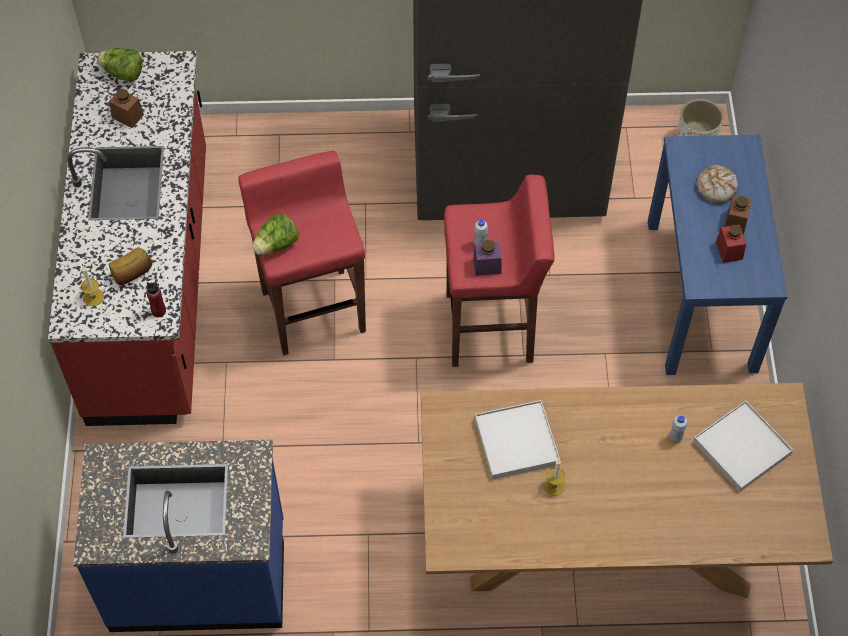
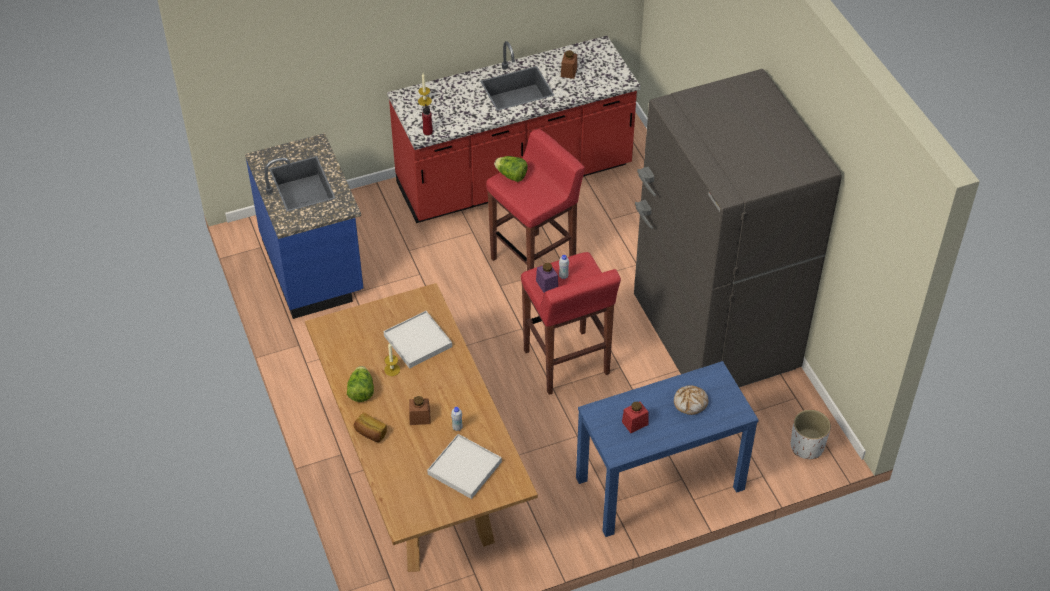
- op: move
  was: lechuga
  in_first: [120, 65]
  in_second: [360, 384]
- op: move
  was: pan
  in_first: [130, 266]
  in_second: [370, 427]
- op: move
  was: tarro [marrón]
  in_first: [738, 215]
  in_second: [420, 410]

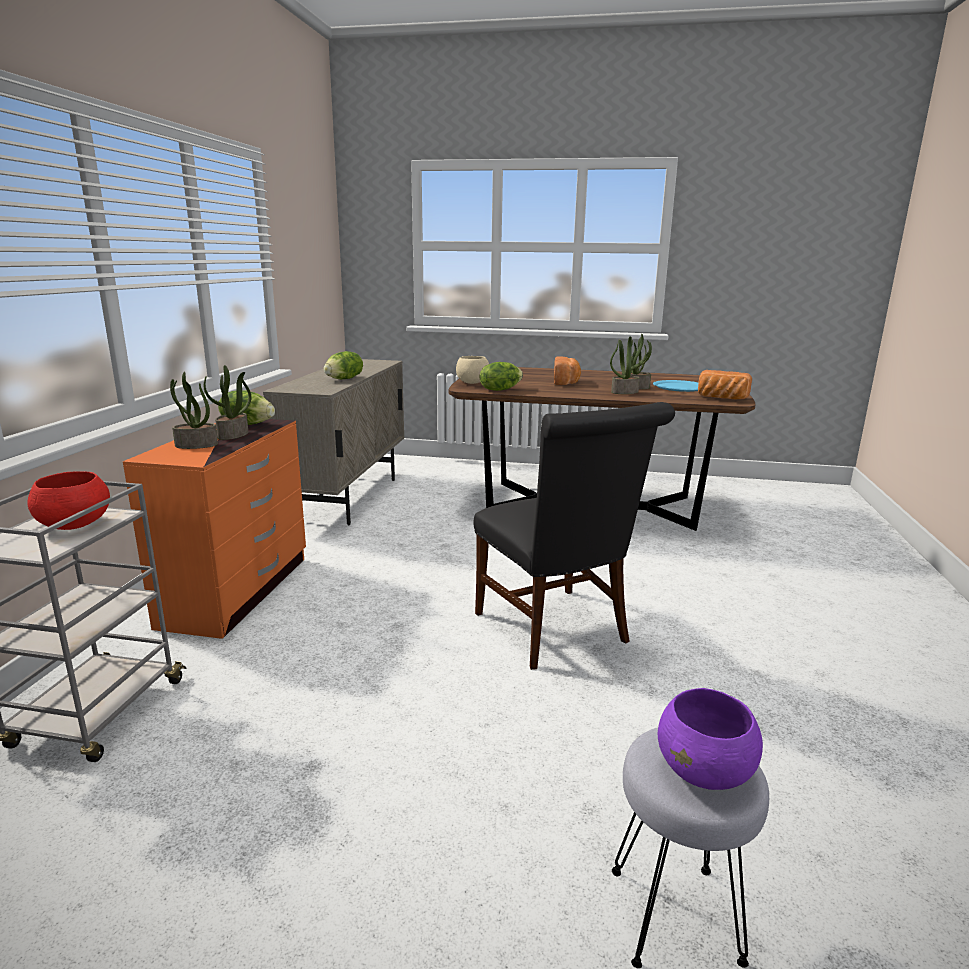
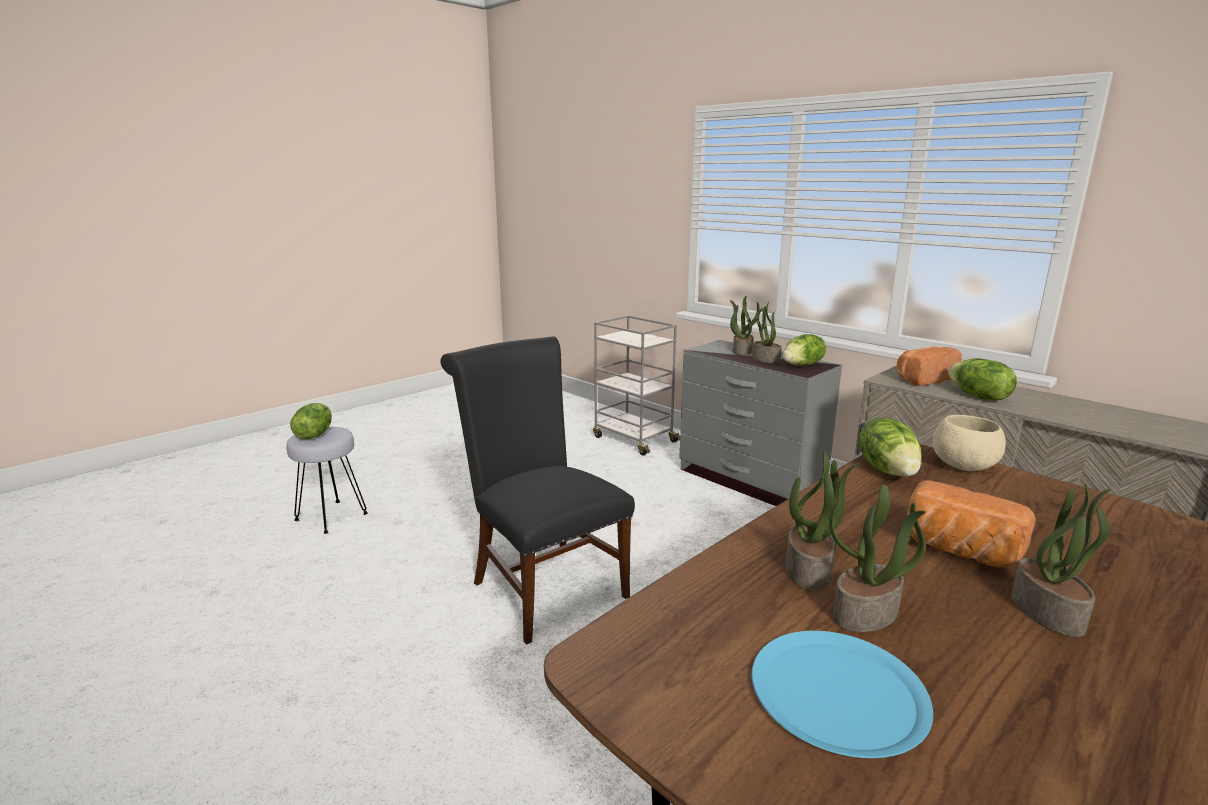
- op: replace
  was: cuenco [morado]
  now: lechuga
  in_first: [710, 739]
  in_second: [311, 421]
- op: rotate
  was: silla [negro]
  in_first: [574, 536]
  in_second: [537, 490]
  clockwise: 45
- op: recolor
  was: cómoda [naranja]
  now: cómoda [gris]
  in_first: [214, 529]
  in_second: [760, 423]
- op: move
  was: pan
  in_first: [725, 385]
  in_second: [929, 366]
- op: insert
  now: planta en maceta
  in_second: [1061, 560]
- op: delete
  was: cuenco [rojo]
  in_first: [68, 500]

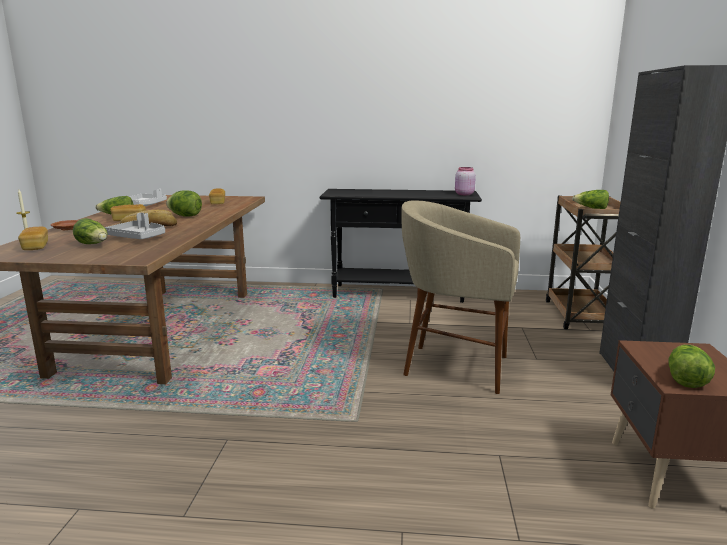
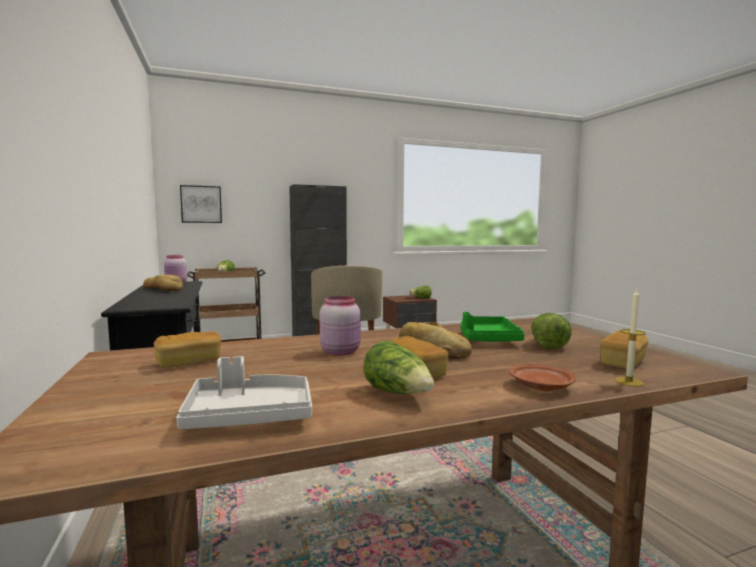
- op: insert
  now: pan
  in_second: [163, 282]
- op: insert
  now: cuadro
  in_second: [201, 204]
- op: replace
  was: lechuga
  now: tarro [rosa]
  in_first: [184, 203]
  in_second: [340, 326]
- op: recolor
  was: bandeja [gris]
  now: bandeja [verde]
  in_first: [135, 226]
  in_second: [493, 327]

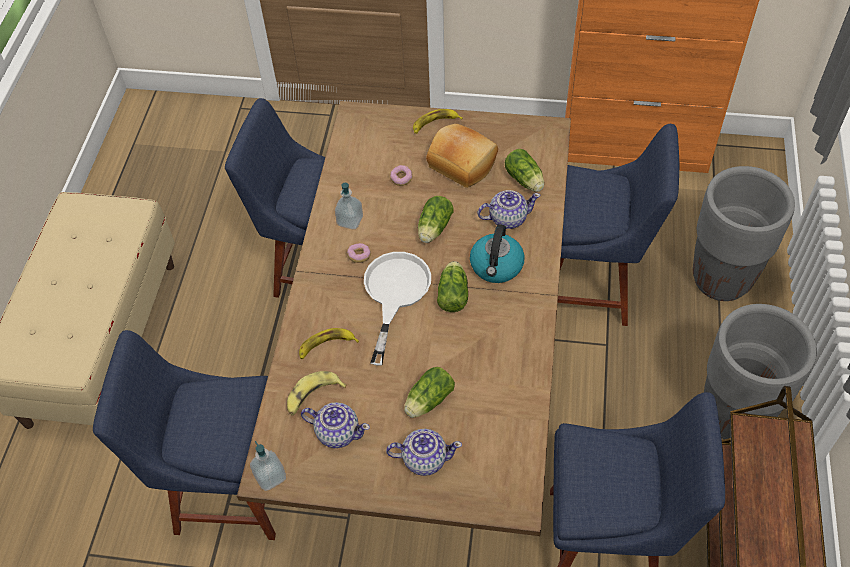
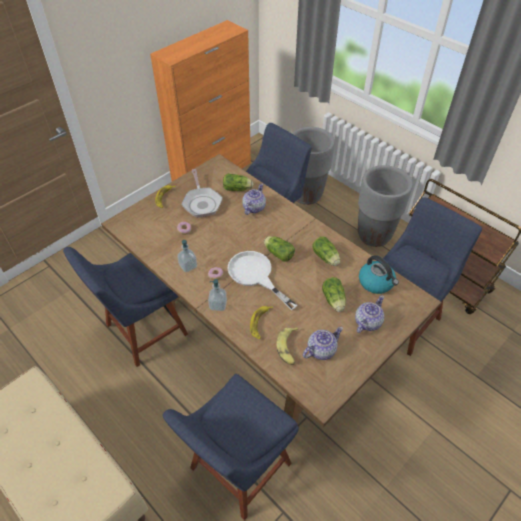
- op: replace
  was: pan
  now: sartén
  in_first: [462, 156]
  in_second: [202, 193]
- op: move
  was: dispensador de jabón
  in_first: [268, 466]
  in_second: [217, 295]
- op: move
  was: lechuga
  in_first: [436, 219]
  in_second: [326, 251]
- op: move
  was: hervidor
  in_first: [497, 253]
  in_second: [379, 274]

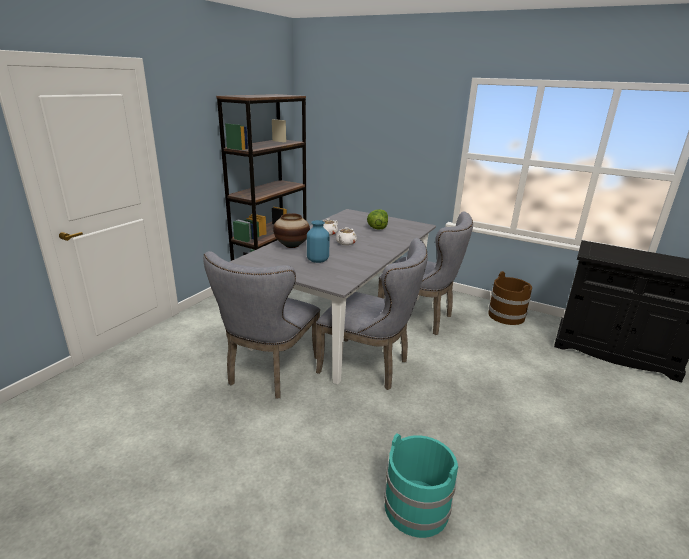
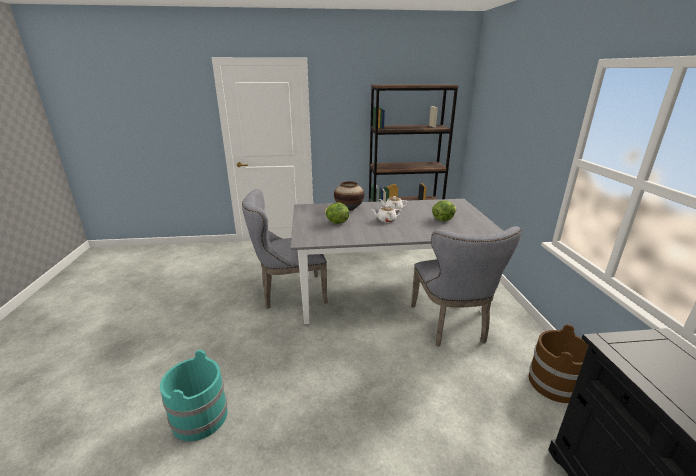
- op: replace
  was: florero [azul]
  now: lechuga
  in_first: [318, 241]
  in_second: [337, 213]
- op: delete
  was: silla [gris]
  in_first: [372, 314]

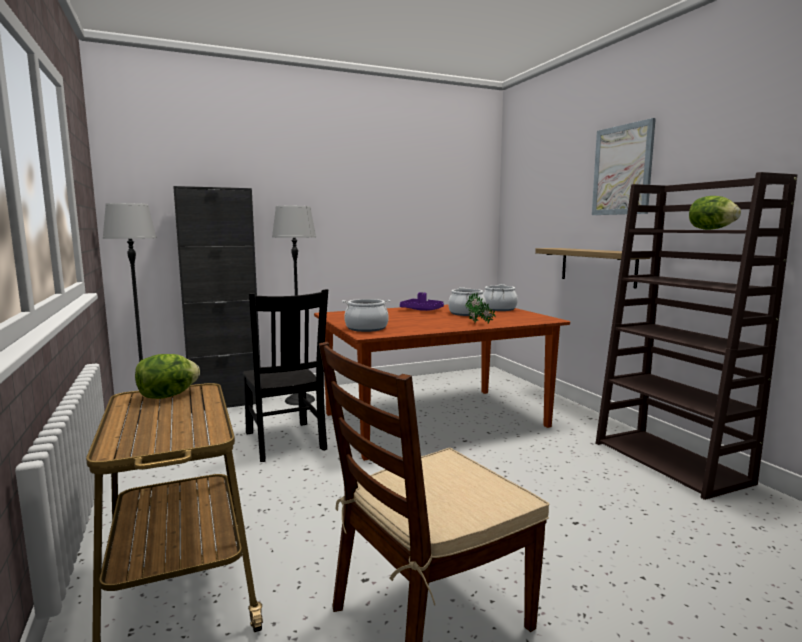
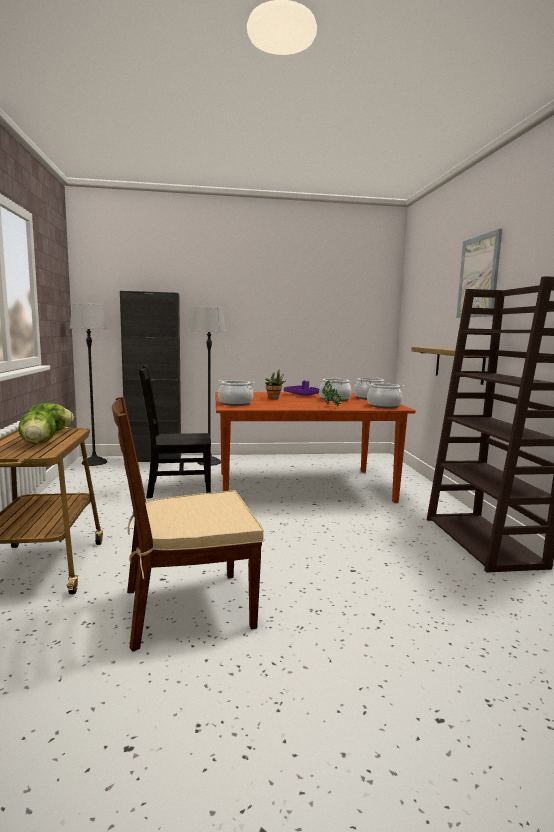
- op: move
  was: lechuga
  in_first: [715, 213]
  in_second: [37, 427]
- op: rotate
  was: silla [negro]
  in_first: [285, 375]
  in_second: [174, 432]
  clockwise: 90
- op: insert
  now: planta en maceta
  in_second: [275, 385]
- op: insert
  now: olla
  in_second: [385, 395]

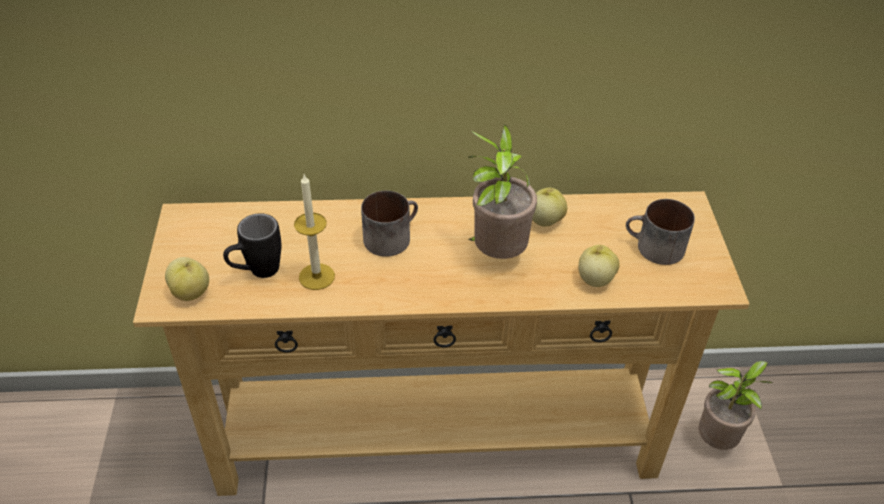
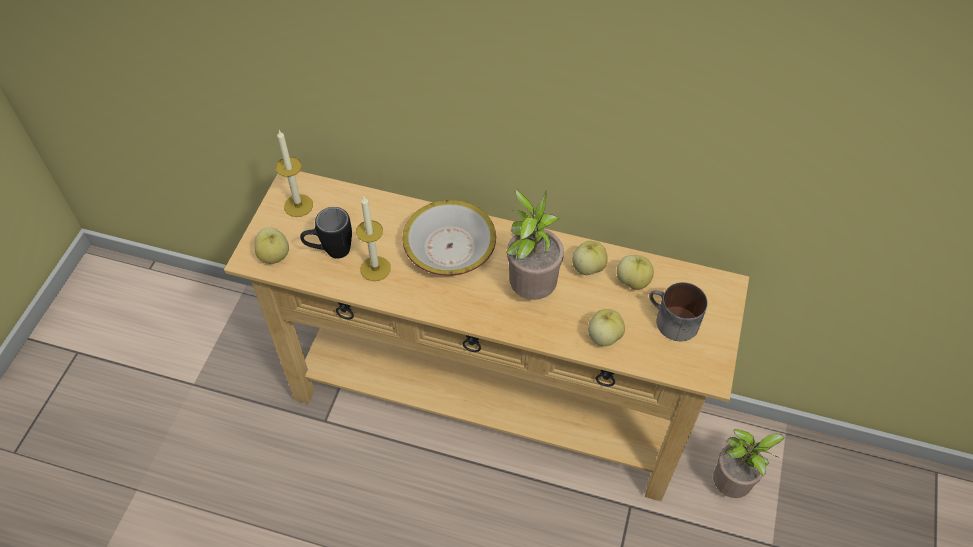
- op: insert
  now: vela
  in_second: [294, 173]
- op: replace
  was: taza grande
  now: cuenco
  in_first: [389, 224]
  in_second: [449, 238]
- op: insert
  now: manzana
  in_second: [635, 272]

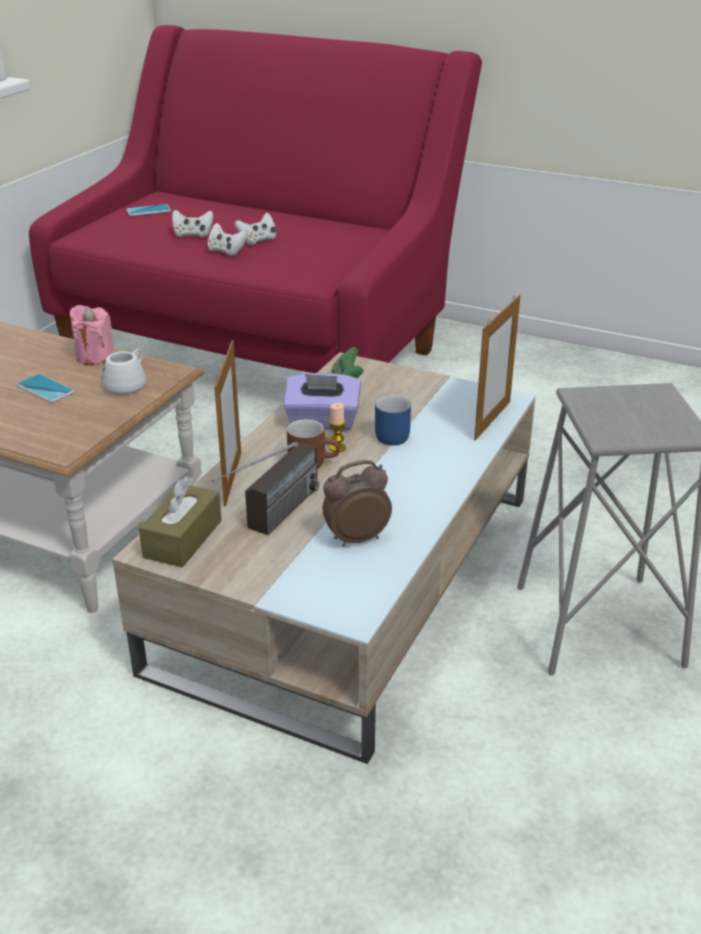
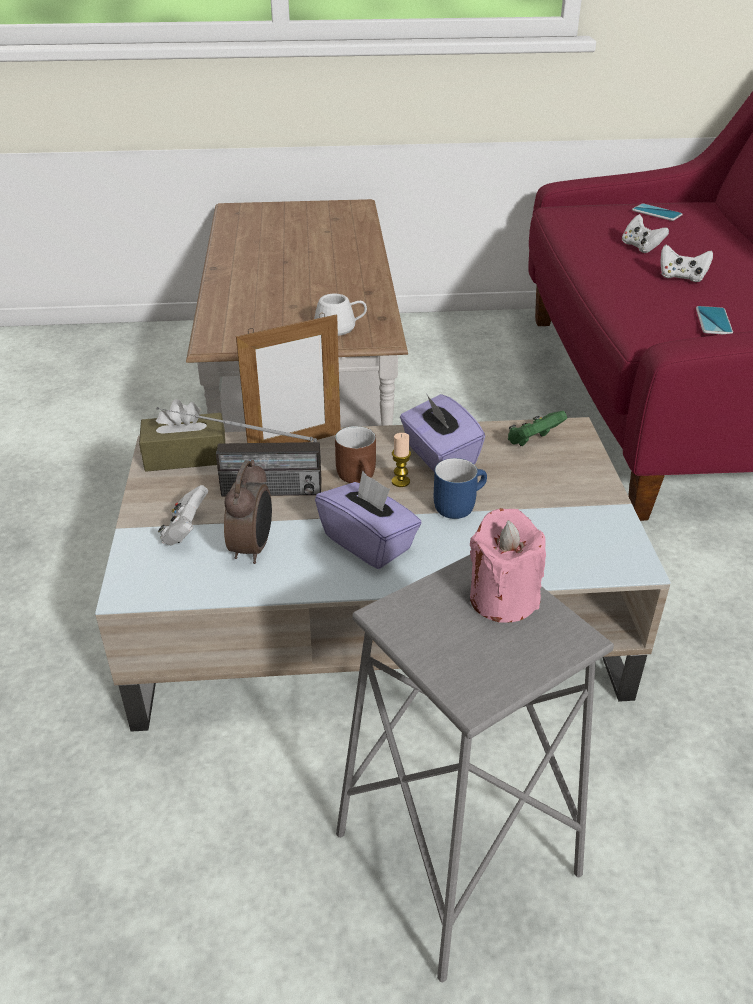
- op: move
  was: mando de consola [blanco]
  in_first: [228, 239]
  in_second: [183, 515]
- op: rotate
  was: despertador
  in_first: [357, 503]
  in_second: [248, 512]
  clockwise: 60
- op: insert
  now: caja de pañuelos [morado]
  in_second: [368, 520]
- op: move
  was: vela [rosa]
  in_first: [91, 335]
  in_second: [508, 565]
- op: move
  was: móvil
  in_first: [45, 388]
  in_second: [714, 320]
- op: delete
  was: portarretratos
  in_first: [497, 368]

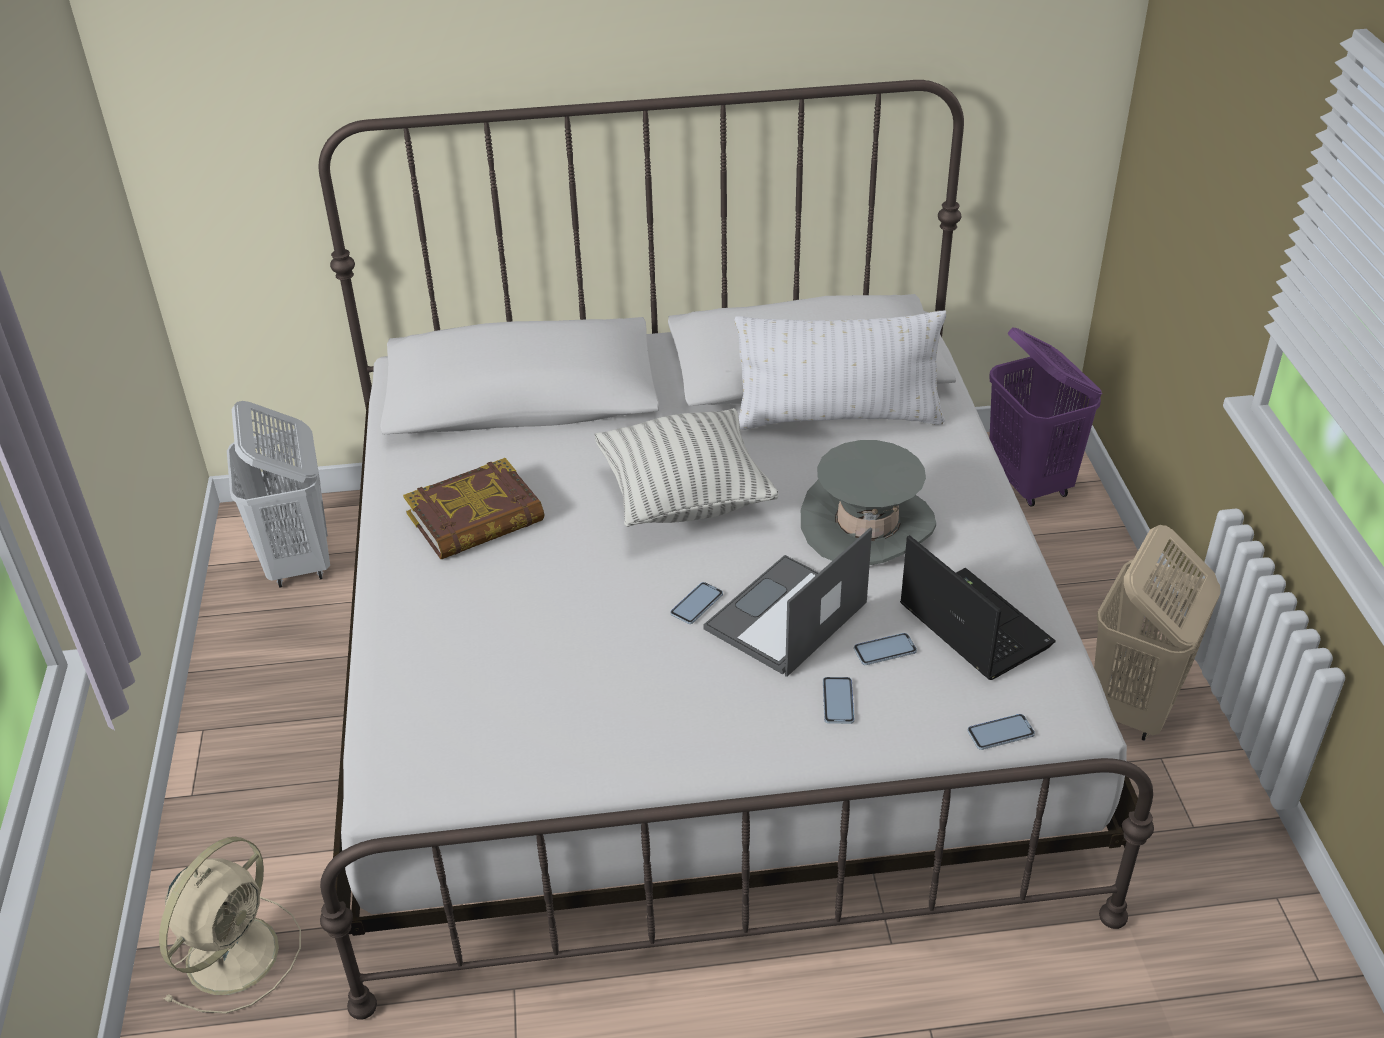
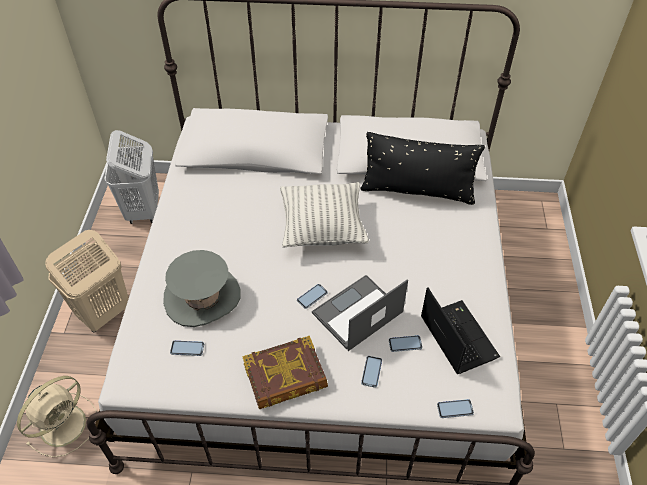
- op: move
  was: cesto de la ropa [beis]
  in_first: [1157, 633]
  in_second: [87, 281]
- op: move
  was: sombrero [gris]
  in_first: [868, 502]
  in_second: [202, 288]
- op: insert
  now: móvil
  in_second: [187, 348]
- op: move
  was: libro
  in_first: [473, 508]
  in_second: [285, 372]
- op: recolor
  was: cojín [blanco]
  now: cojín [negro]
  in_first: [841, 370]
  in_second: [422, 168]
- op: delete
  was: cesto de la ropa [morado]
  in_first: [1045, 417]

